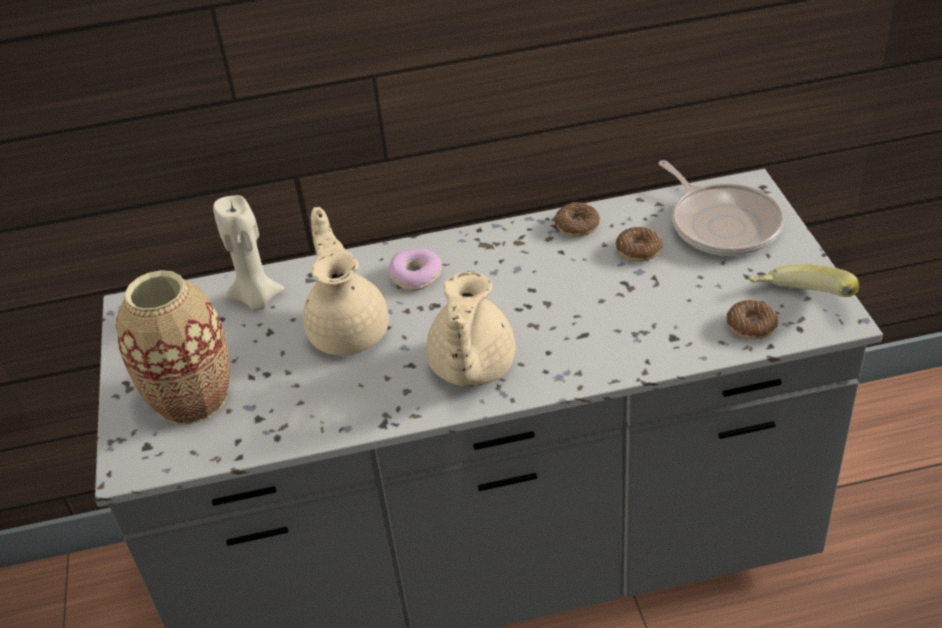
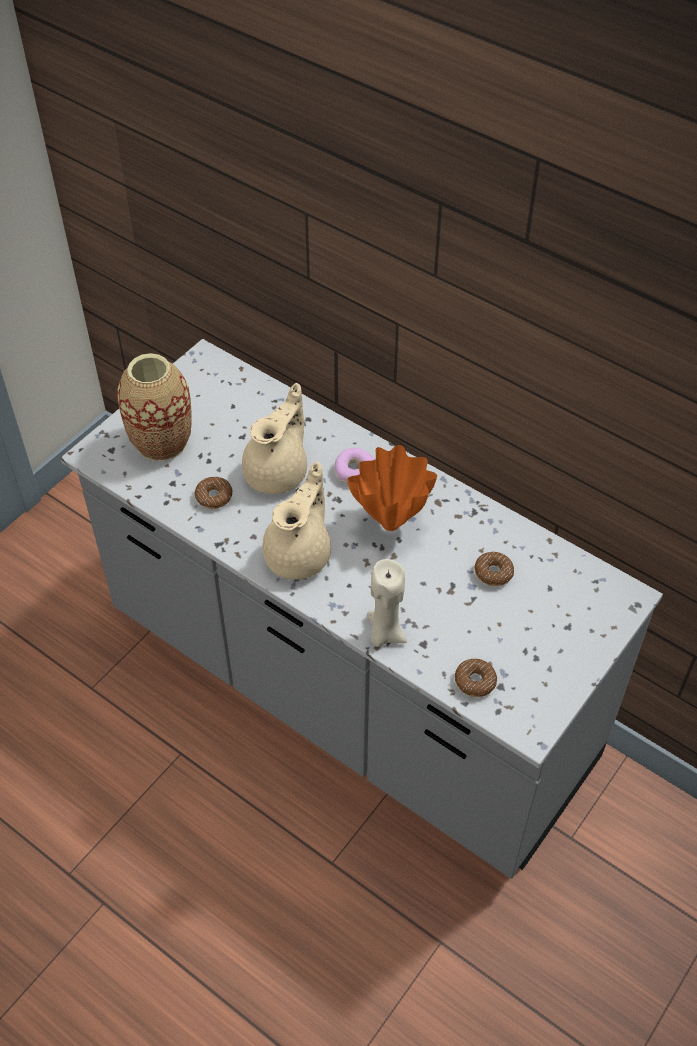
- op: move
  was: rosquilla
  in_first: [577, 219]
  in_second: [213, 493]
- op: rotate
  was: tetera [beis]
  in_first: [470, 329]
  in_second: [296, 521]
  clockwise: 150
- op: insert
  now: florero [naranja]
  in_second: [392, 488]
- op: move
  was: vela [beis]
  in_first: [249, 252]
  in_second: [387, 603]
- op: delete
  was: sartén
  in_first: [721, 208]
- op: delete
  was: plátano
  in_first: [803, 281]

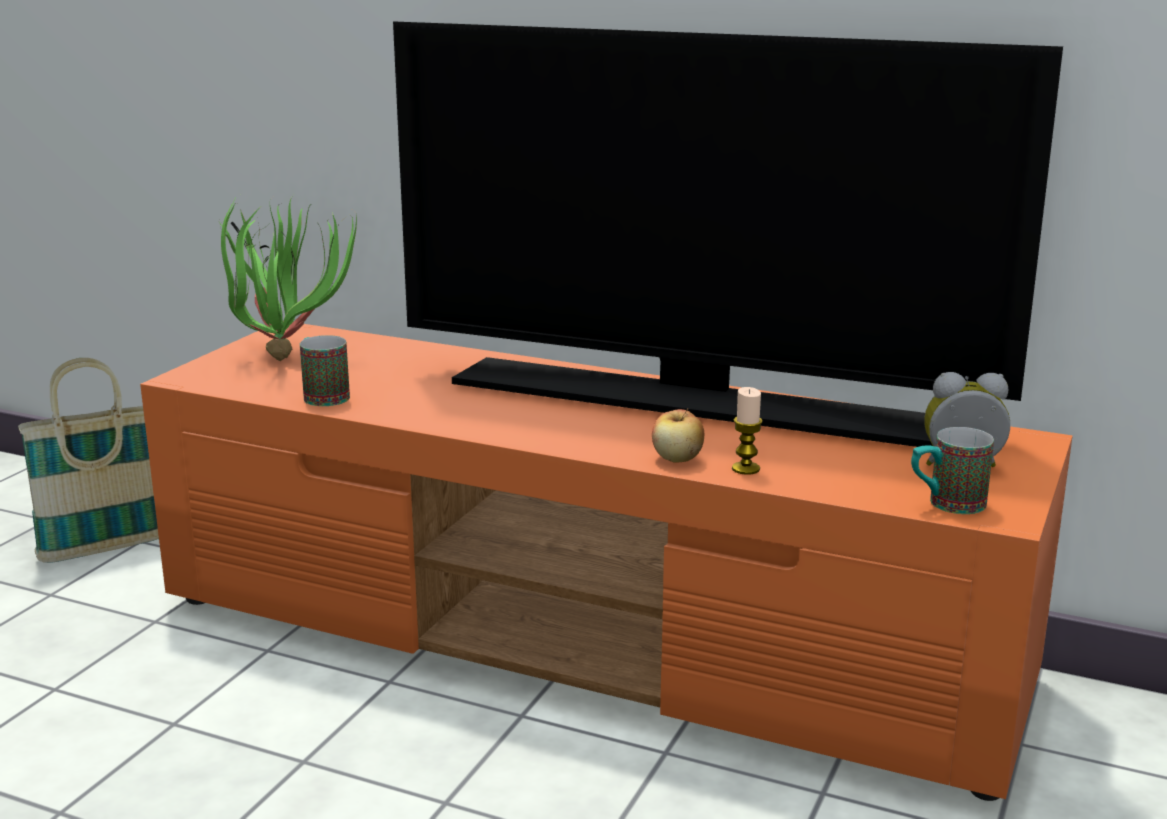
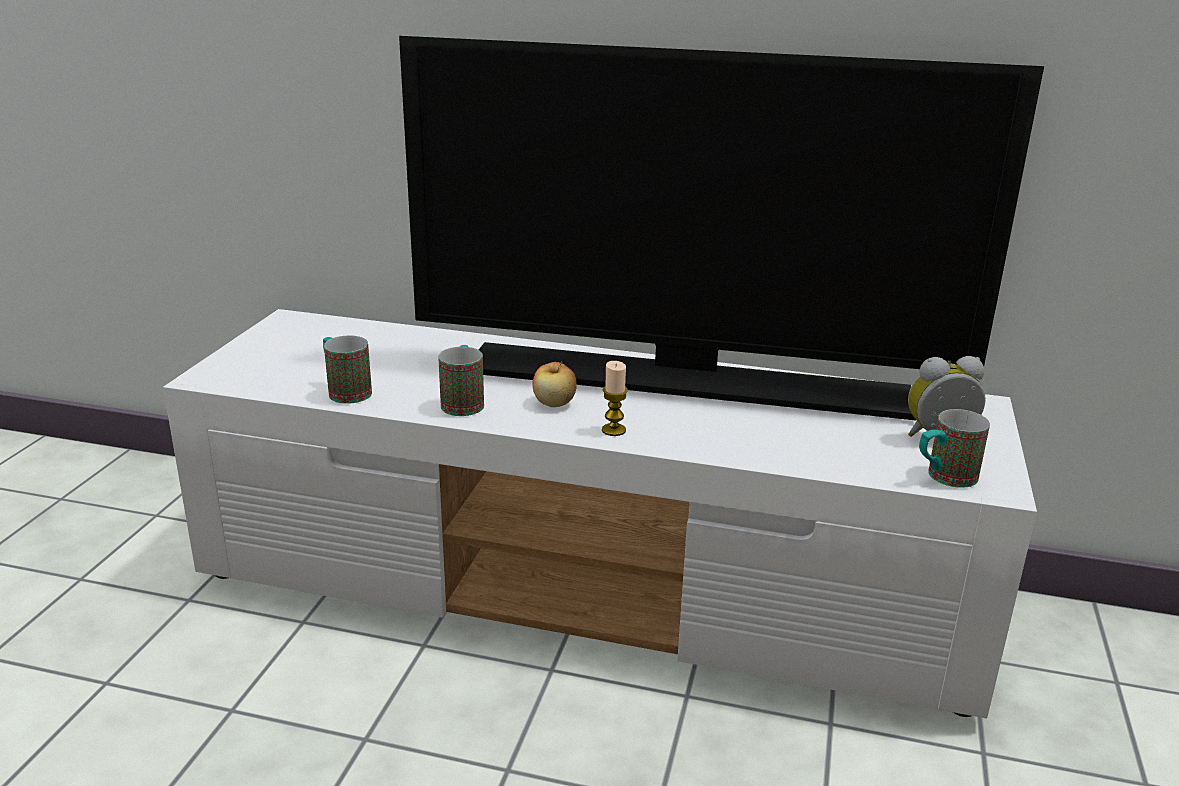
- op: recolor
  was: mueble de televisión [naranja]
  now: mueble de televisión [blanco]
  in_first: [606, 562]
  in_second: [600, 514]
- op: insert
  now: taza grande
  in_second: [461, 380]
- op: move
  was: manzana
  in_first: [678, 435]
  in_second: [554, 384]
- op: move
  was: vela
  in_first: [747, 431]
  in_second: [615, 398]
- op: delete
  was: cesta
  in_first: [88, 460]
- op: delete
  was: planta en maceta
  in_first: [288, 278]

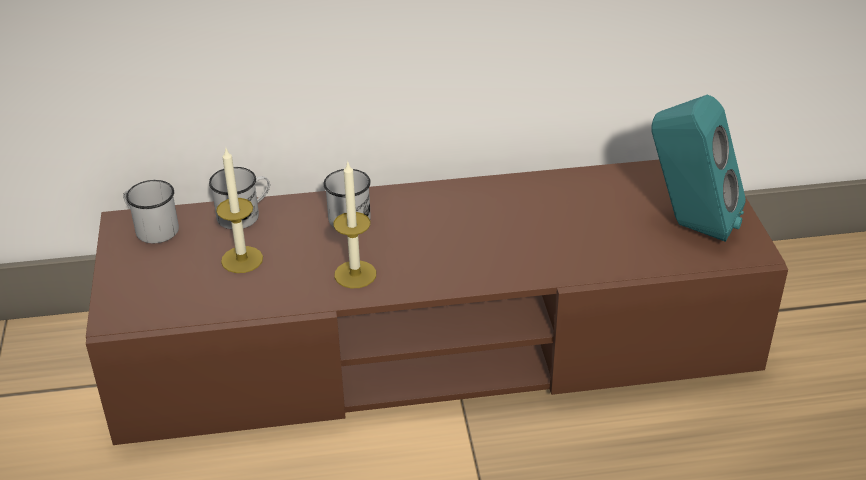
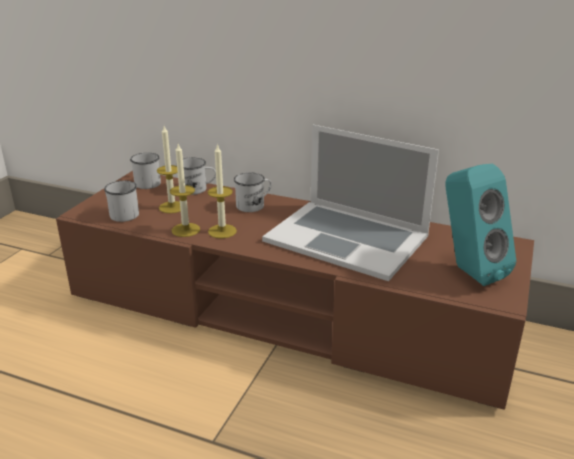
- op: insert
  now: taza grande [blanco]
  in_second: [121, 201]
- op: insert
  now: vela
  in_second: [185, 190]
- op: insert
  now: portátil
  in_second: [350, 203]

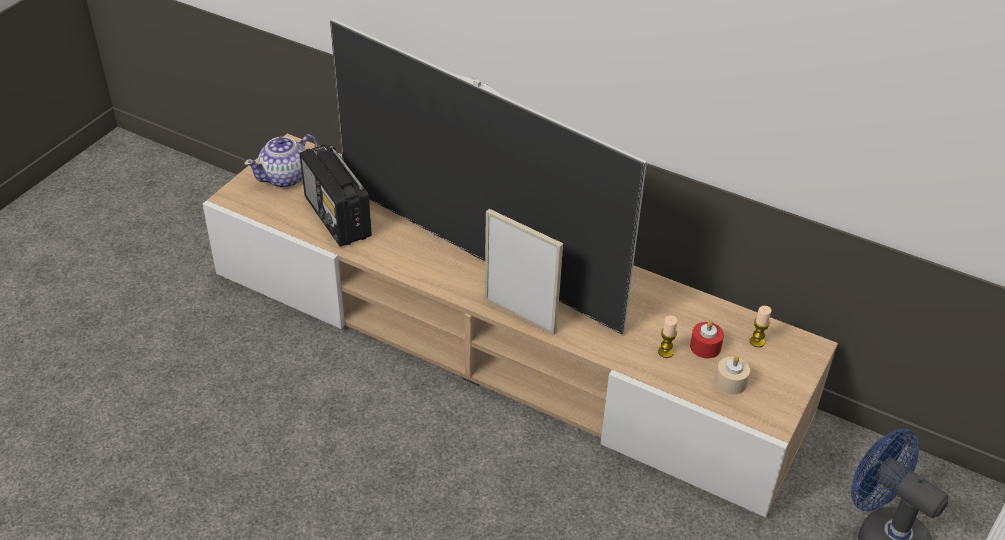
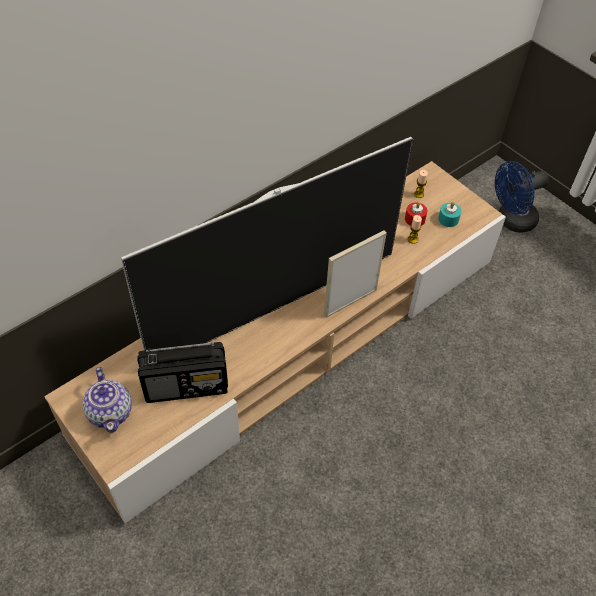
- op: recolor
  was: vela [beis]
  now: vela [turquesa]
  in_first: [732, 375]
  in_second: [449, 214]

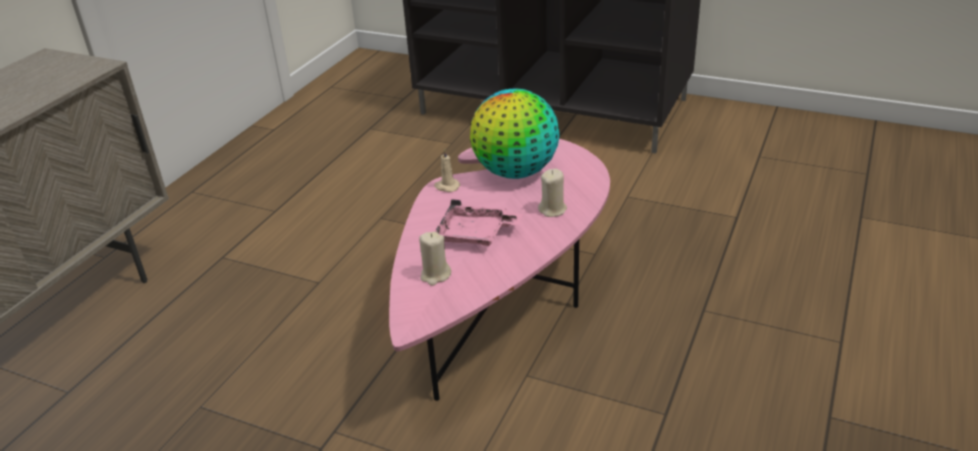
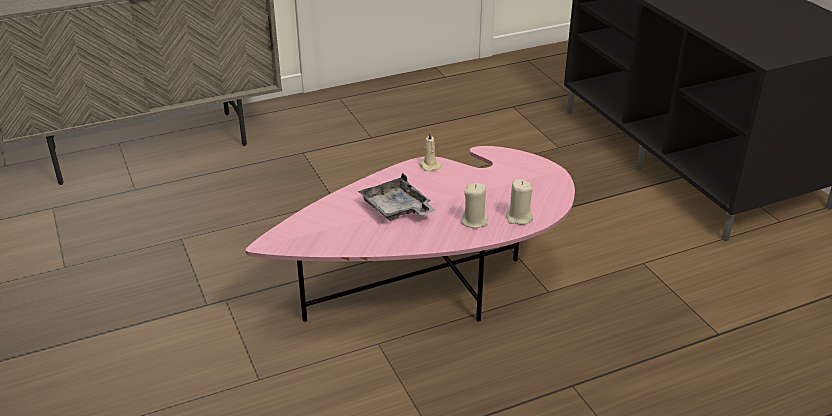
- op: recolor
  was: bandeja [rosa]
  now: bandeja [gris]
  in_first: [479, 222]
  in_second: [396, 197]
- op: move
  was: vela [beis]
  in_first: [435, 259]
  in_second: [519, 202]
- op: delete
  was: globo terráqueo
  in_first: [514, 134]

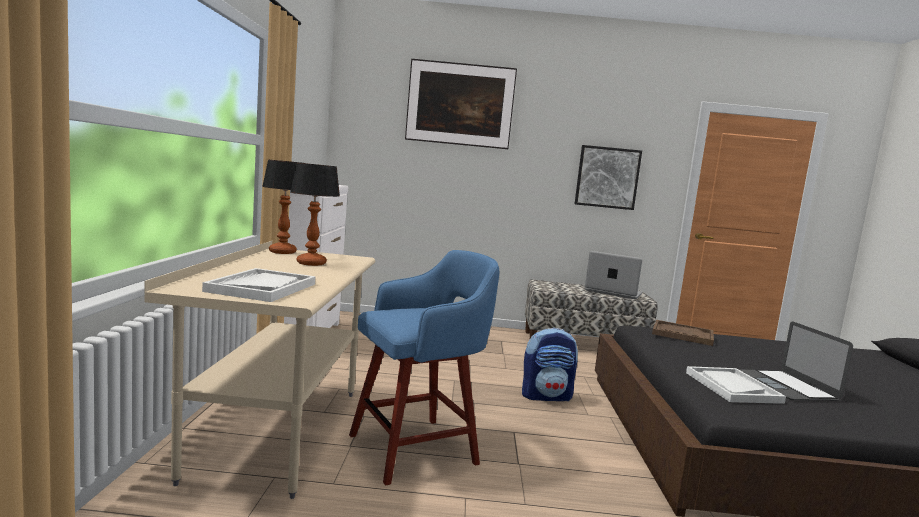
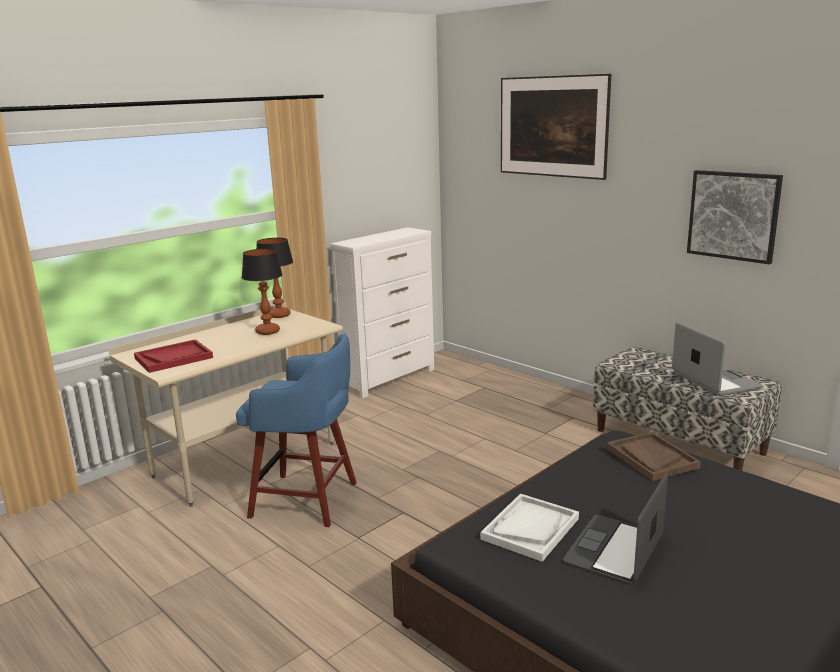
- op: recolor
  was: bandeja [blanco]
  now: bandeja [rojo]
  in_first: [259, 285]
  in_second: [173, 356]
- op: delete
  was: mochila
  in_first: [550, 365]

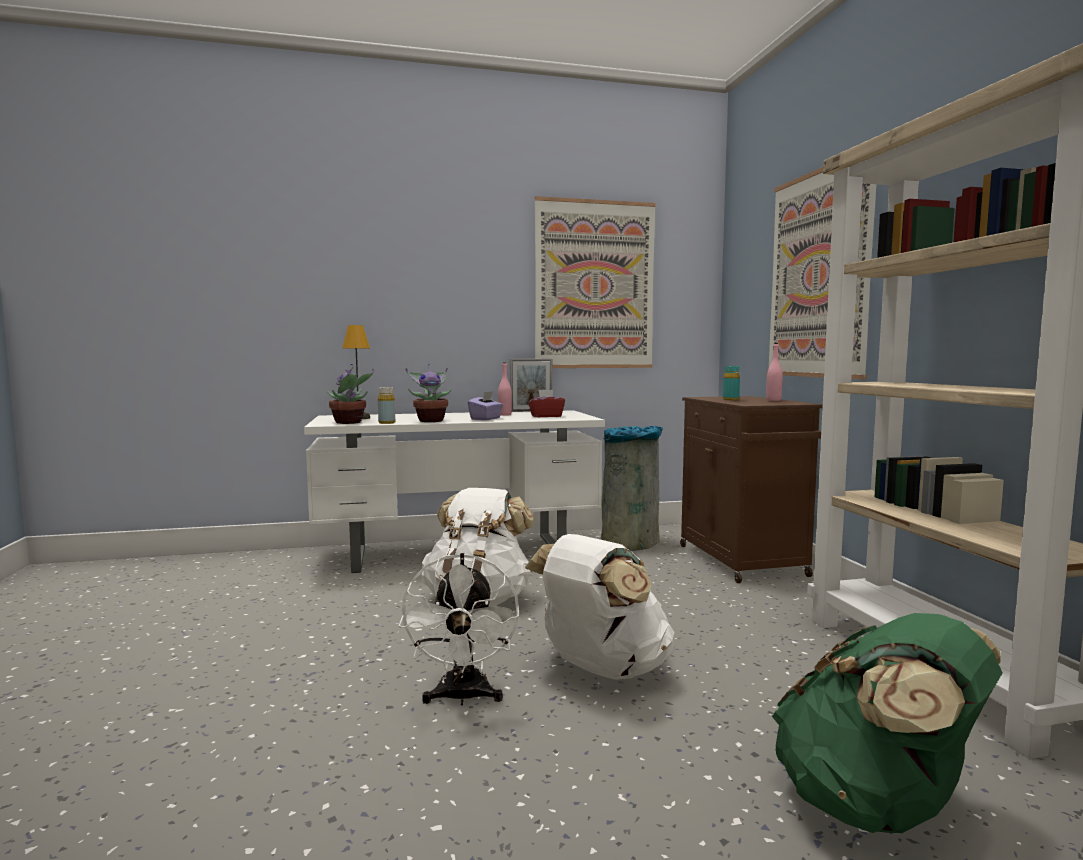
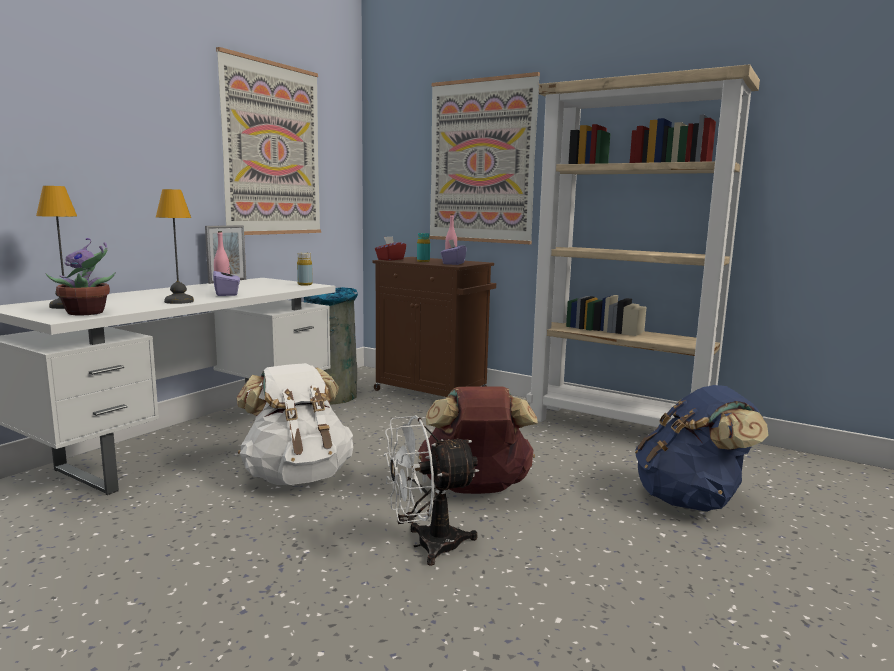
- op: replace
  was: planta en maceta
  now: lámpara de mesa
  in_first: [428, 393]
  in_second: [175, 246]
- op: move
  was: botella [amarillo]
  in_first: [386, 405]
  in_second: [305, 268]
- op: move
  was: caja de pañuelos [rojo]
  in_first: [546, 403]
  in_second: [390, 248]
- op: rotate
  was: ventilador [blanco]
  in_first: [459, 629]
  in_second: [431, 490]
  clockwise: 120
- op: recolor
  was: mochila [blanco]
  now: mochila [marrón]
  in_first: [600, 607]
  in_second: [478, 440]
- op: insert
  now: caja de pañuelos [morado]
  in_second: [454, 252]
- op: recolor
  was: mochila [verde]
  now: mochila [azul]
  in_first: [887, 723]
  in_second: [702, 448]

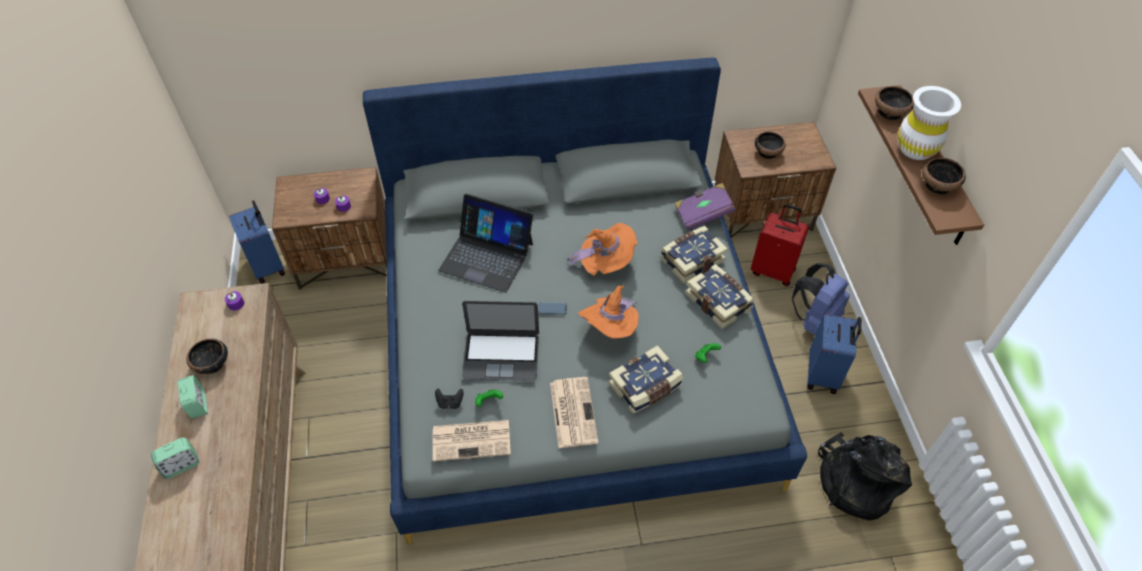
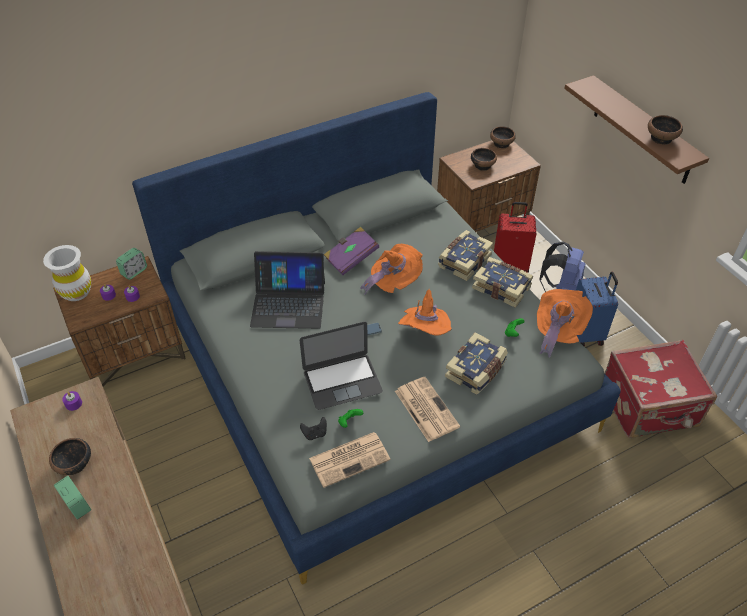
- op: move
  was: florero [blanco]
  in_first: [929, 123]
  in_second: [67, 273]
- op: move
  was: despertador
  in_first: [175, 458]
  in_second: [131, 264]
- op: move
  was: libro [morado]
  in_first: [705, 206]
  in_second: [351, 251]
- op: move
  was: cuenco
  in_first: [894, 103]
  in_second: [503, 137]
- op: insert
  now: sombrero [naranja]
  in_second: [565, 323]
- op: replace
  was: mochila [negro]
  now: maleta [rojo]
  in_first: [865, 476]
  in_second: [661, 389]
- op: delete
  was: maleta [azul]
  in_first: [257, 242]

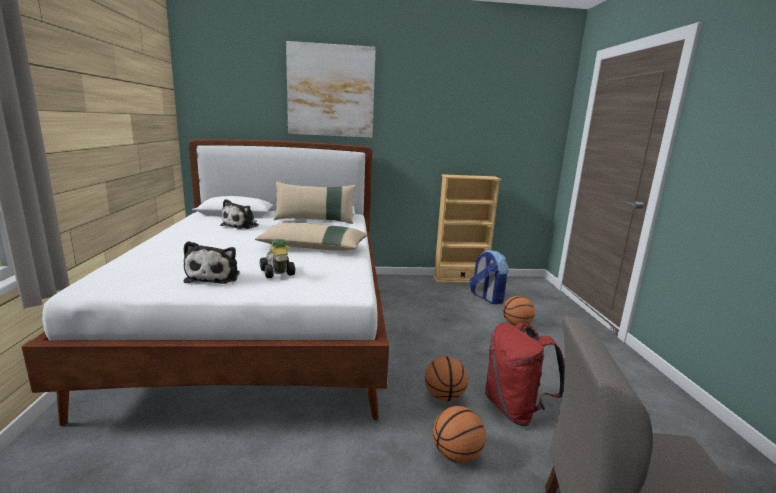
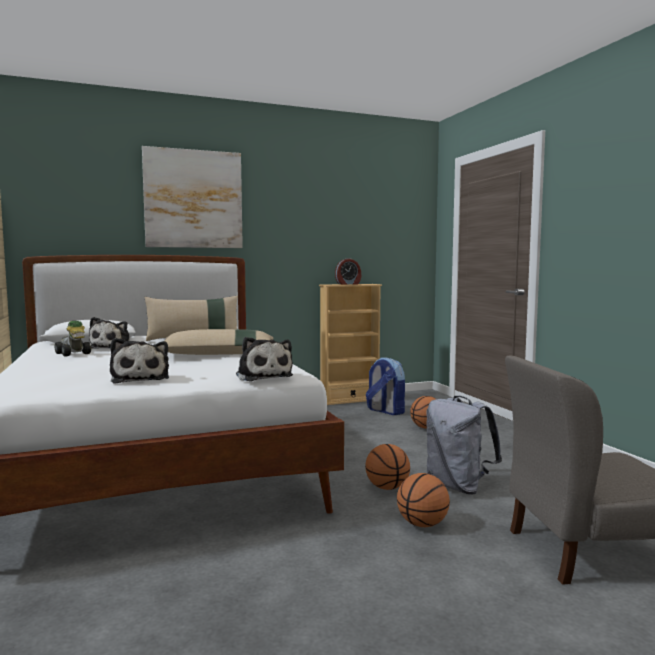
- op: move
  was: coche de juguete
  in_first: [277, 258]
  in_second: [73, 339]
- op: insert
  now: peluche
  in_second: [264, 359]
- op: insert
  now: despertador
  in_second: [348, 271]
- op: recolor
  was: mochila [rojo]
  now: mochila [gris]
  in_first: [525, 374]
  in_second: [464, 445]

